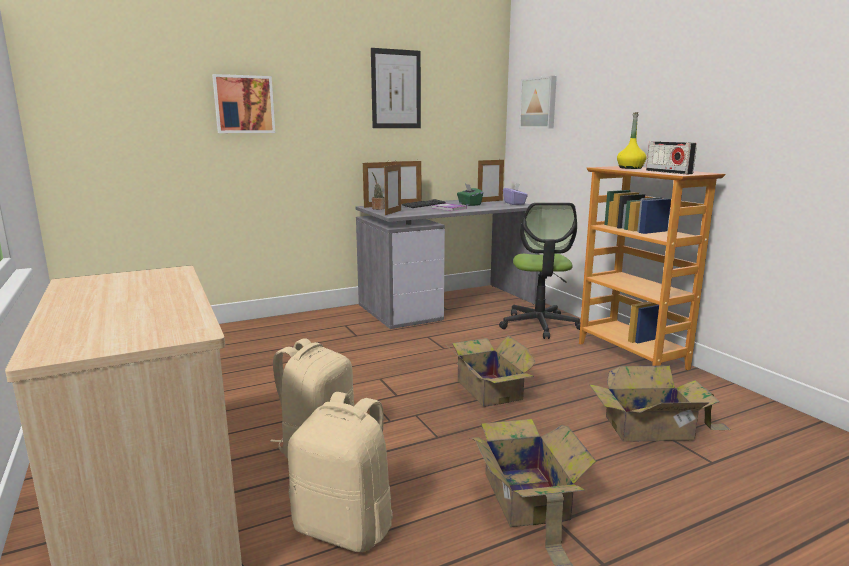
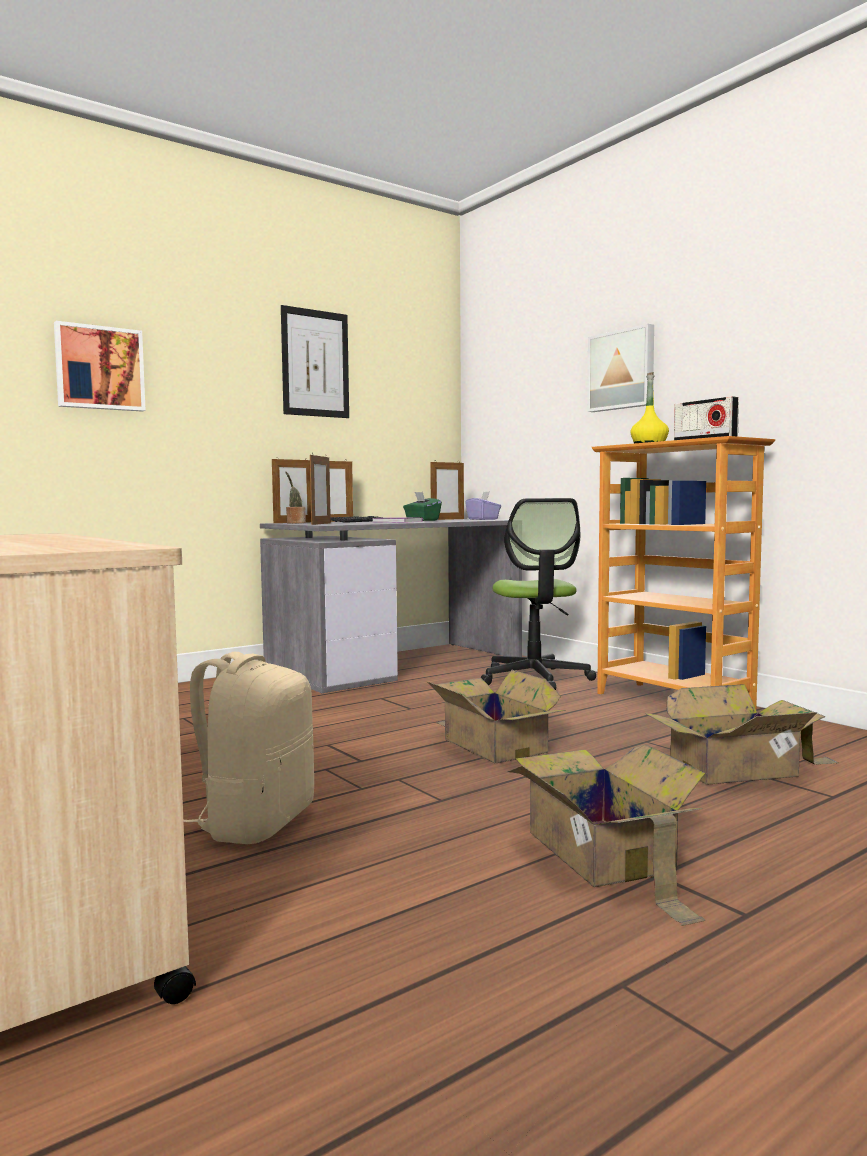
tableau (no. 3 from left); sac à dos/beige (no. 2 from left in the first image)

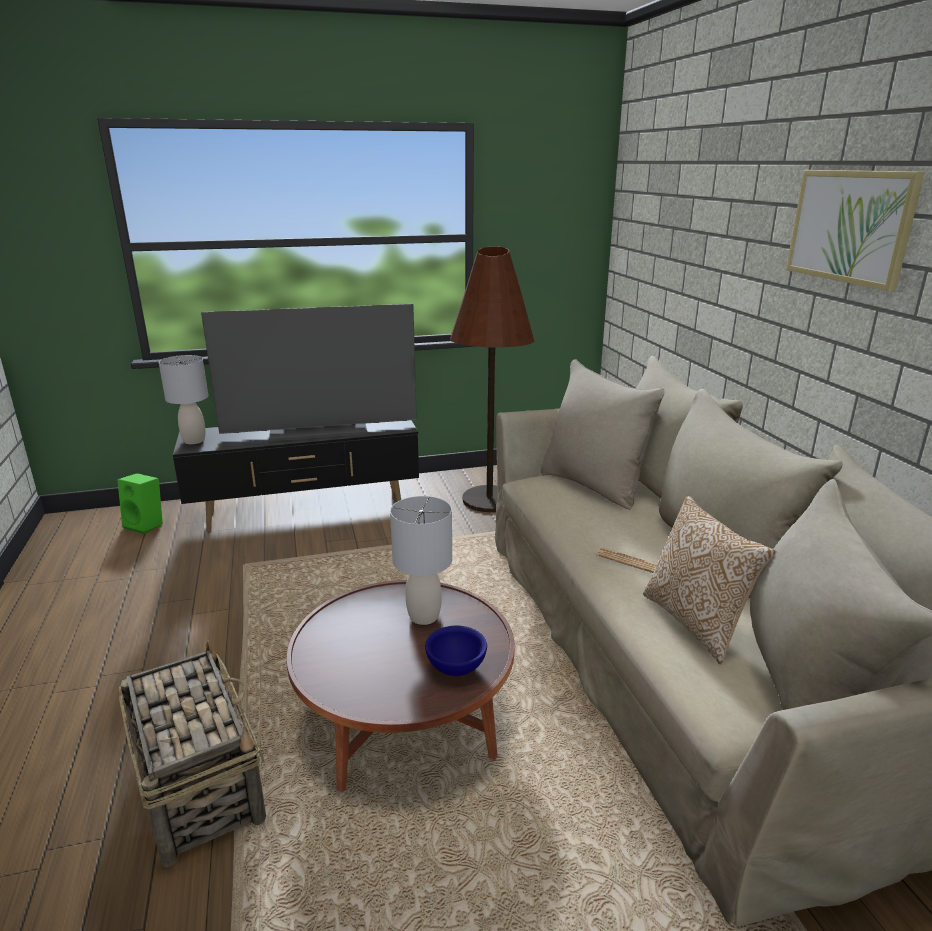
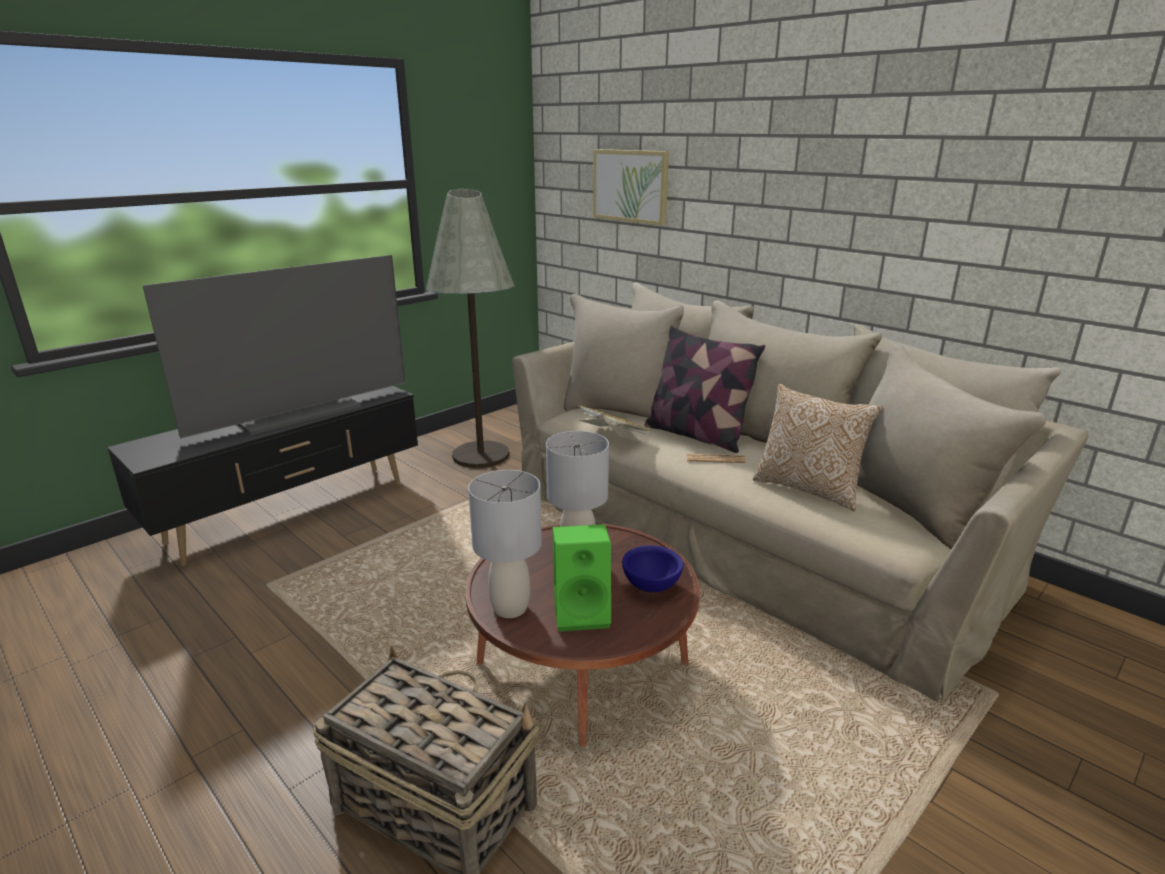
tableau; lampadaire/gris; lampe de table/gris (no. 1 from left); enceinte/vert; coussin (no. 1 from left); livre

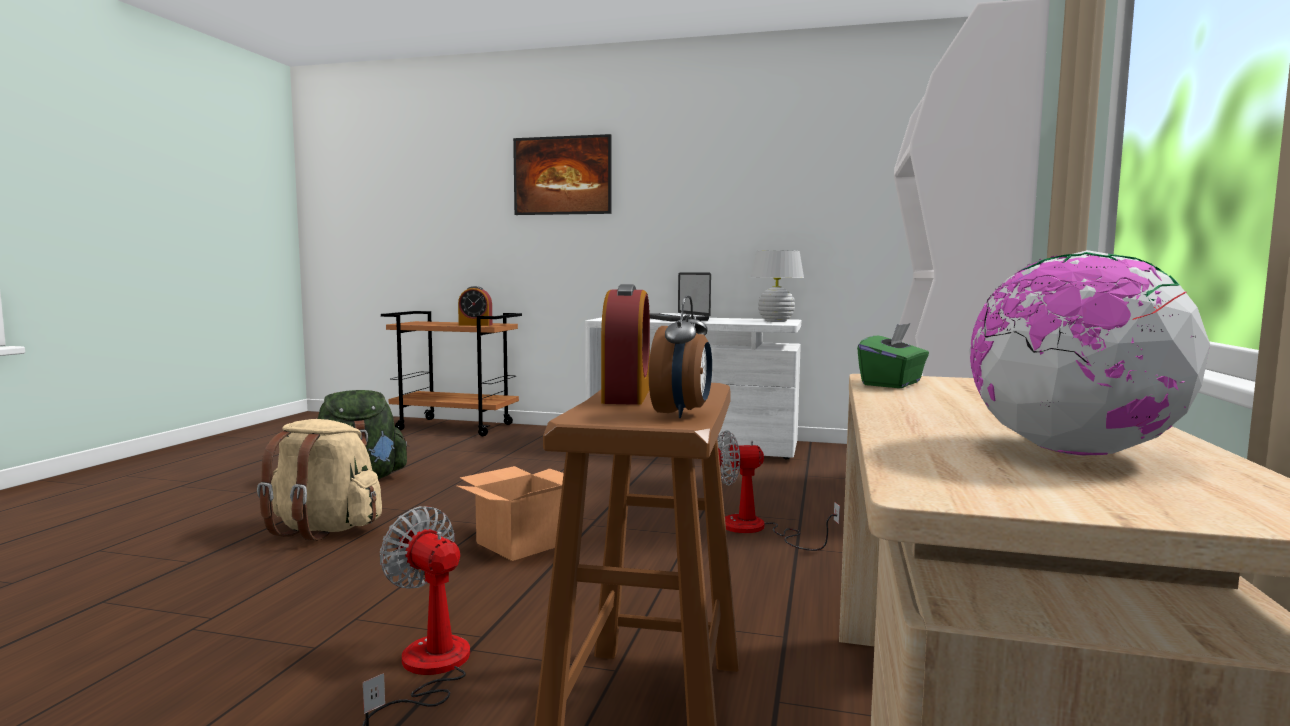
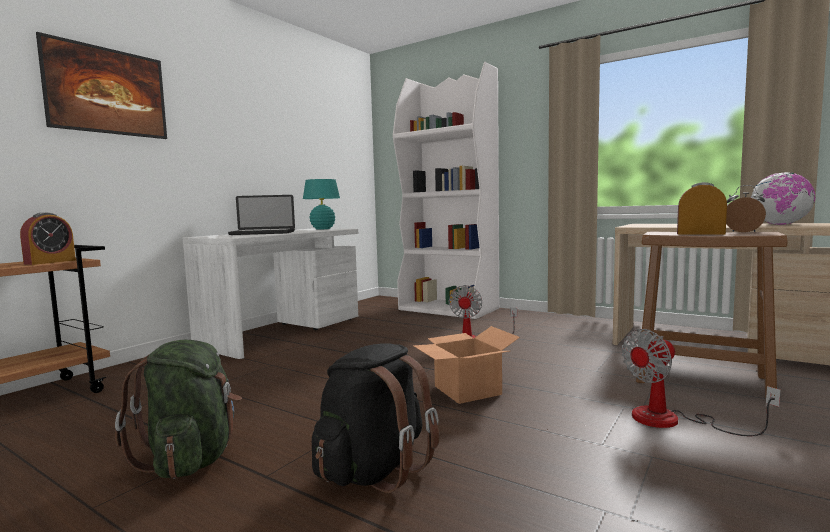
lampe de table/turquoise; boîte à mouchoirs/vert; sac à dos/noir

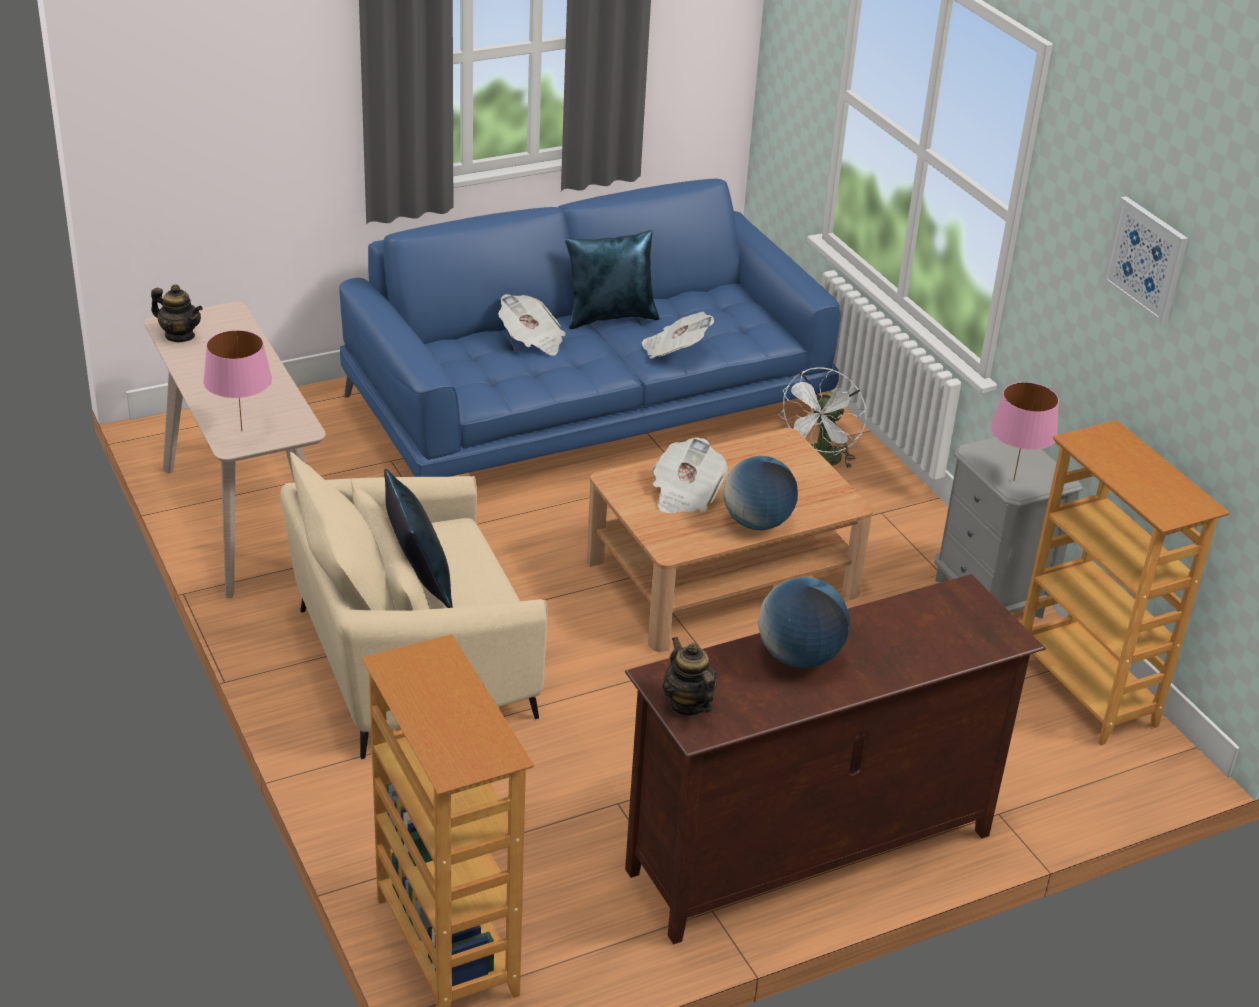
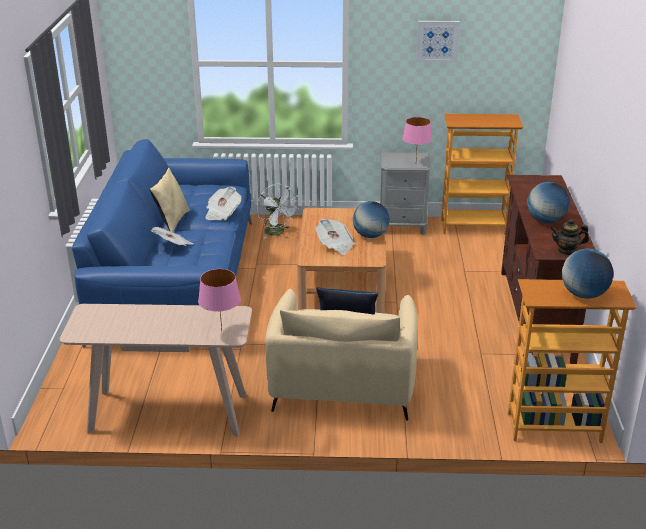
coussin/beige; théière (no. 1 from left in the first image); globe (no. 3 from left)

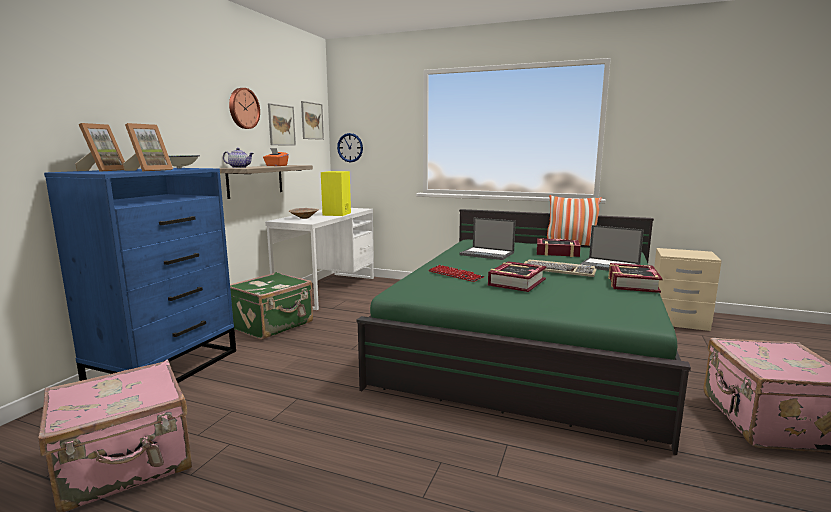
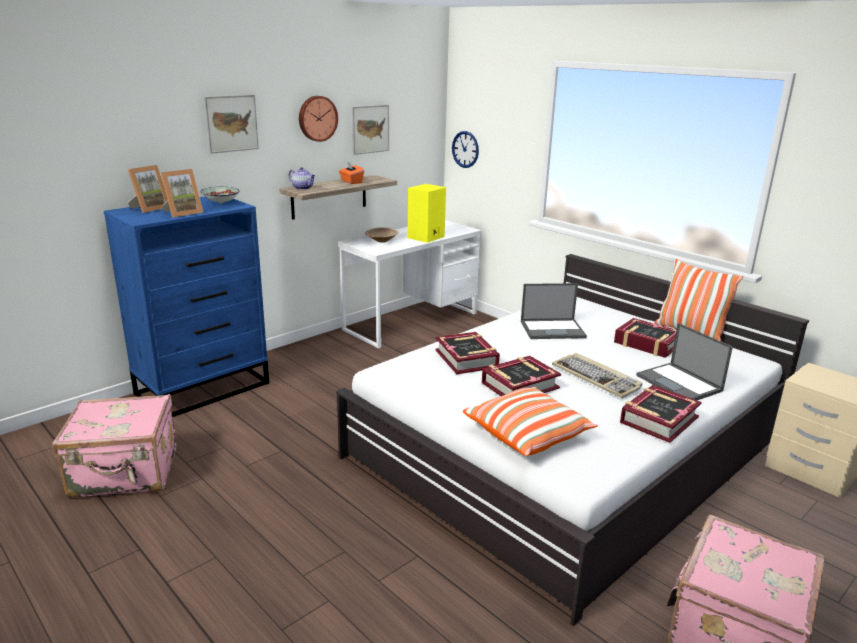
tableau (no. 1 from left); lit/blanc; ordinateur portable (no. 1 from left); livre (no. 1 from left); valise/vert; coussin (no. 1 from left)

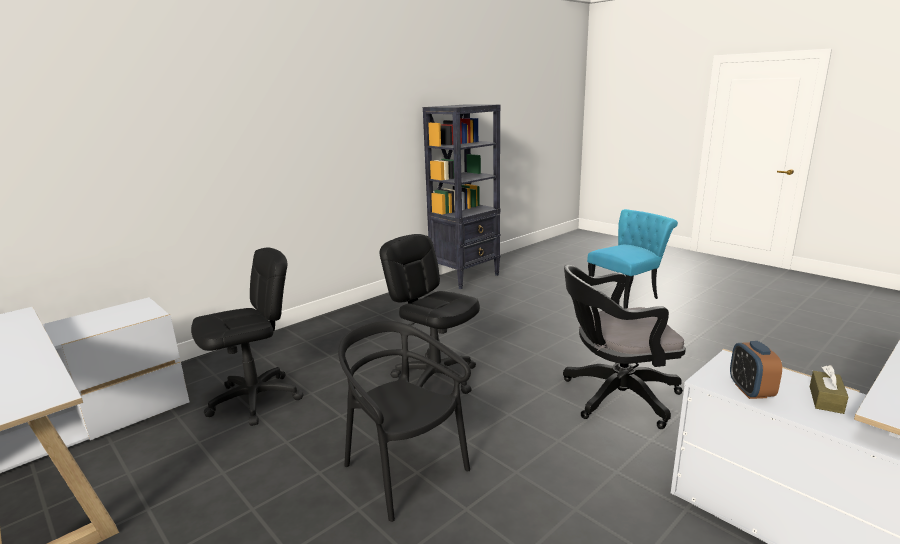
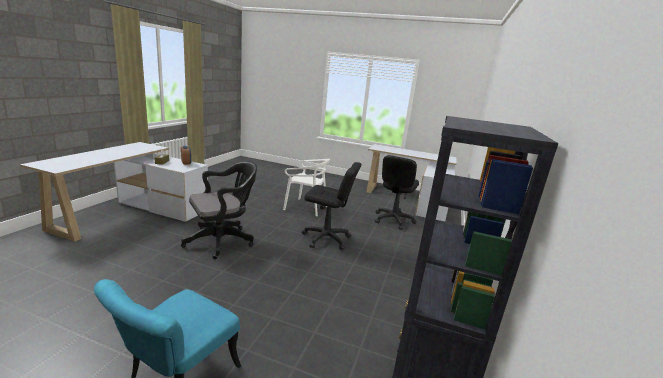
chaise/blanc

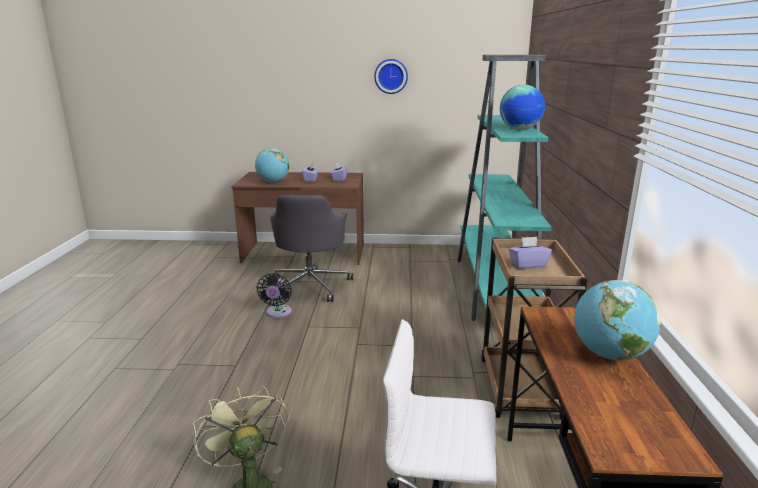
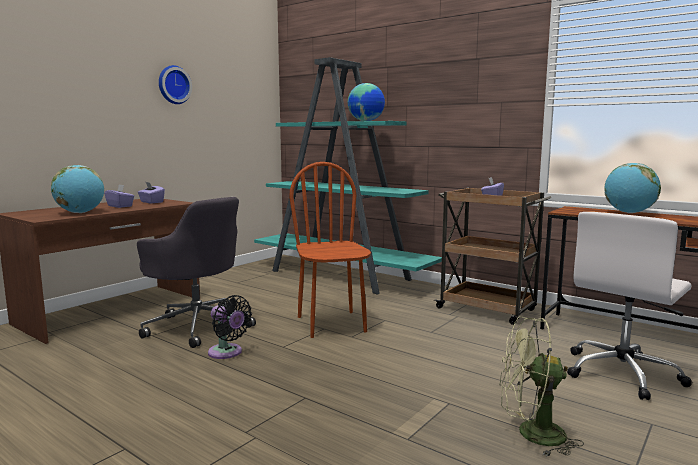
chaise/marron

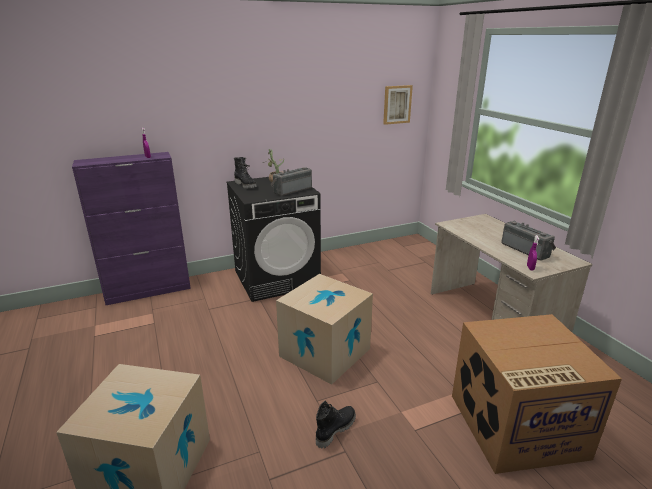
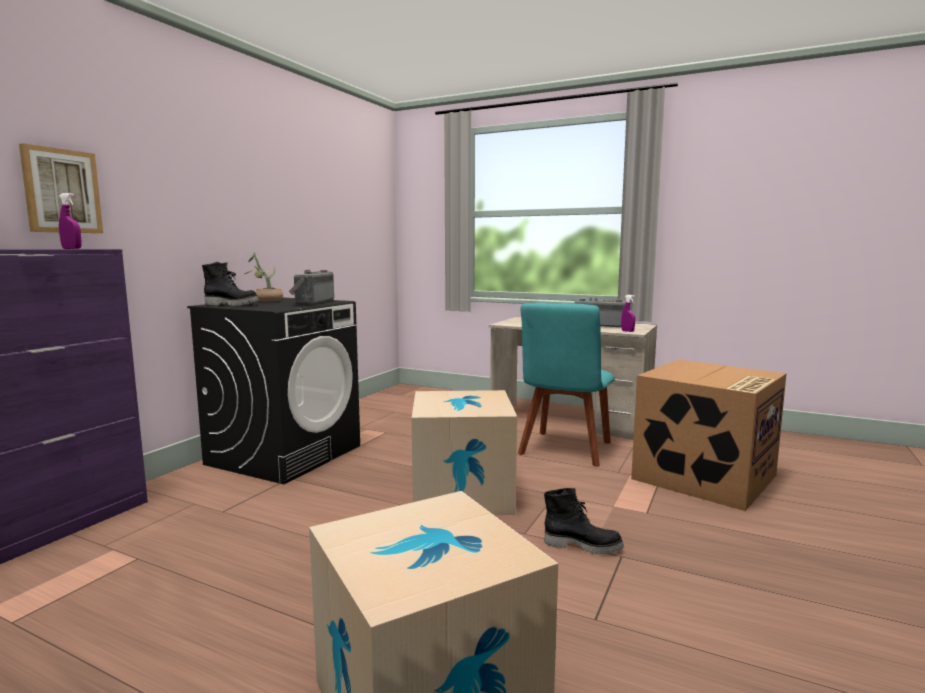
tableau; botte/noir (no. 2 from left); chaise/turquoise

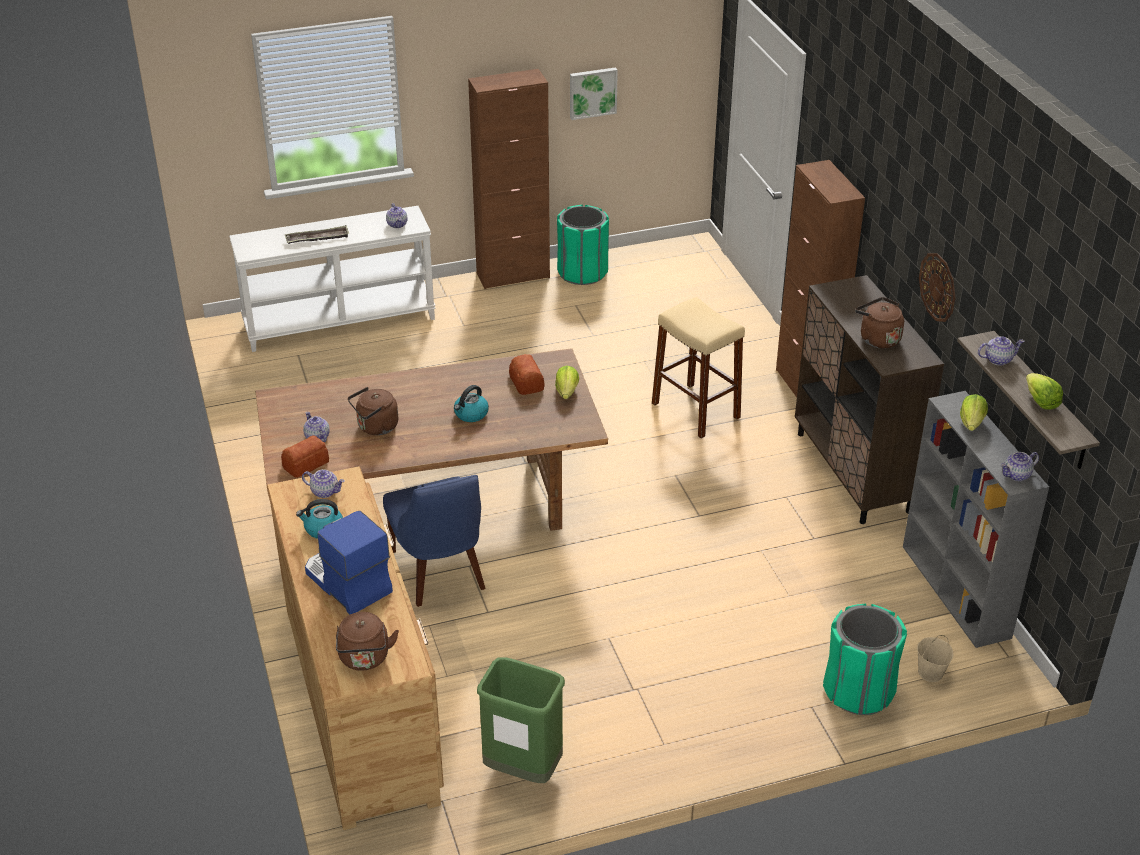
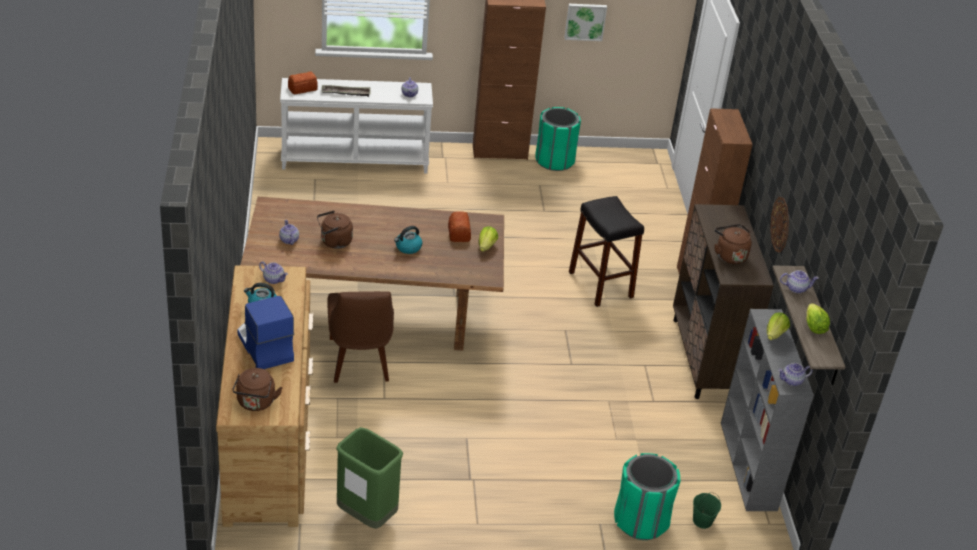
tabouret/noir; pain (no. 1 from left); chaise/marron; seau/vert

